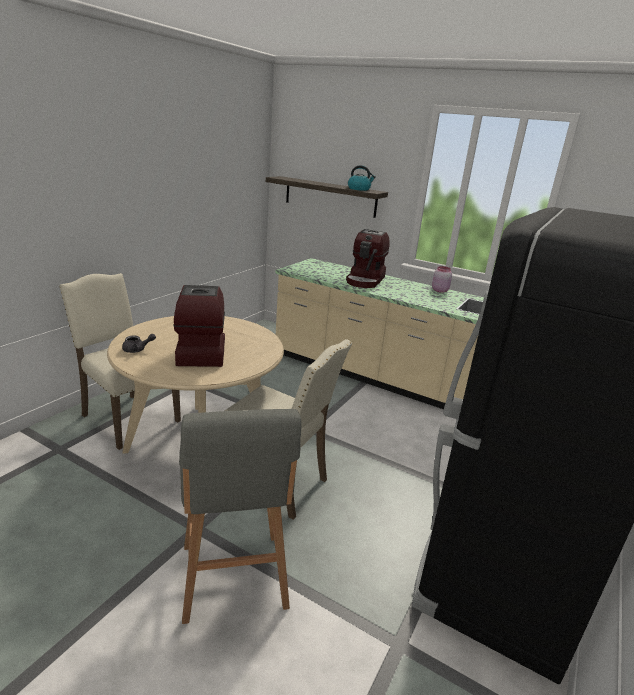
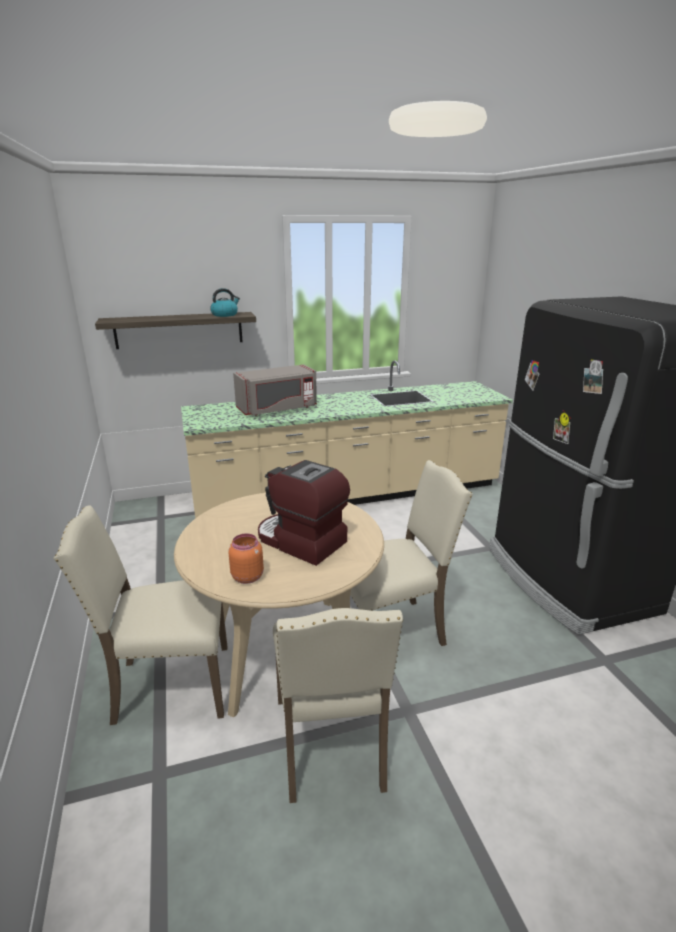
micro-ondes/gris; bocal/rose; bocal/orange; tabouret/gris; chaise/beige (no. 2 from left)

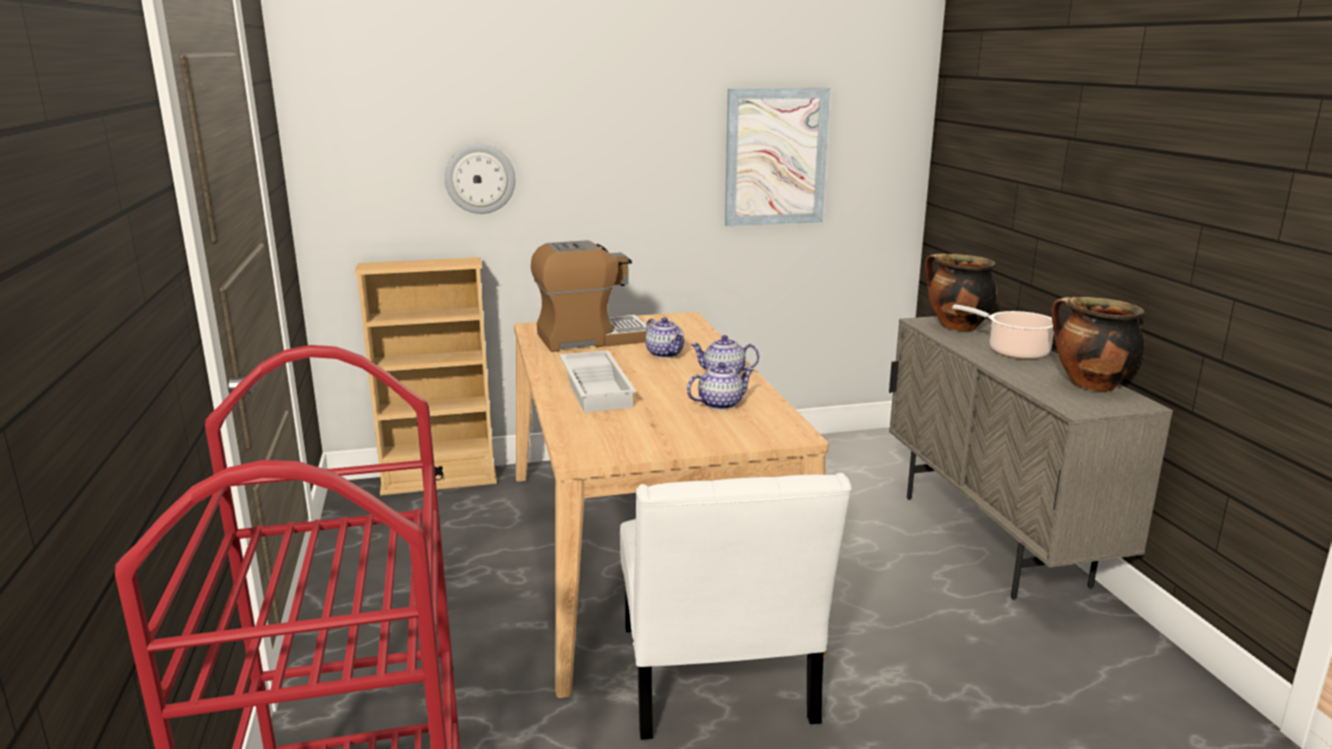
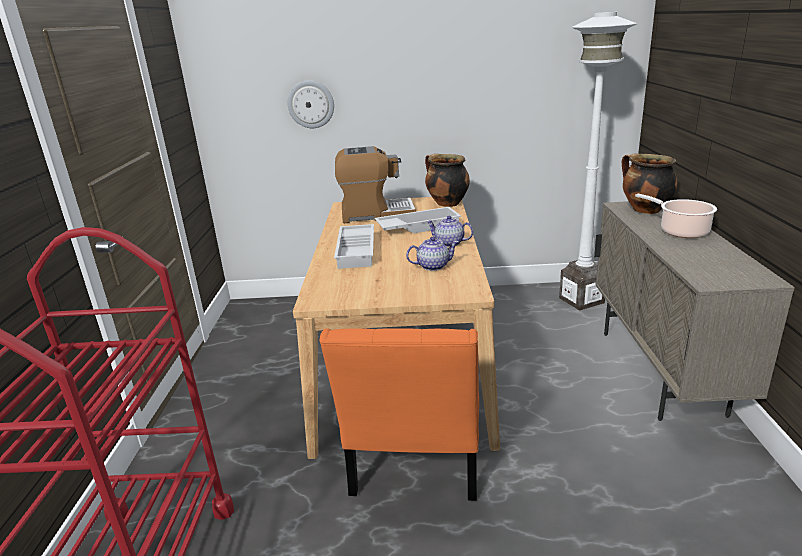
tableau; bibliothèque/beige; marmite (no. 1 from left); plateau/blanc (no. 2 from left); chaise/orange; lampadaire/blanc

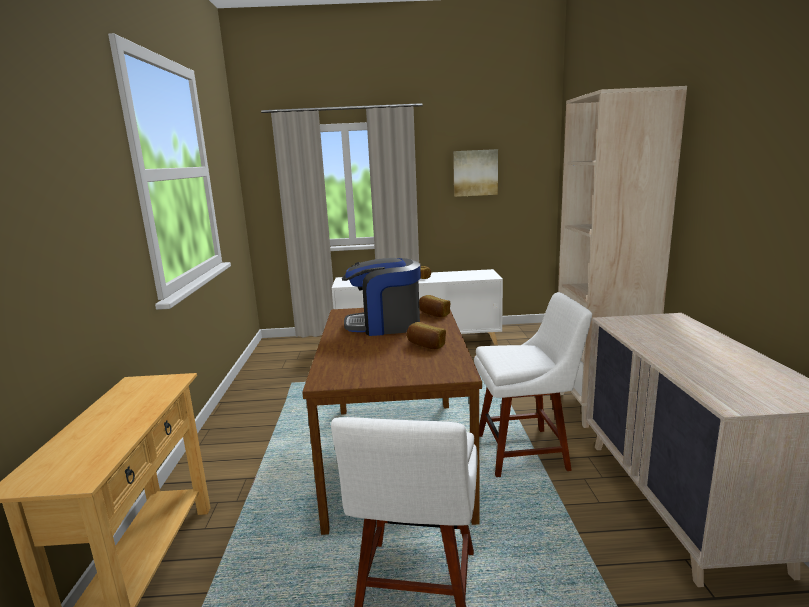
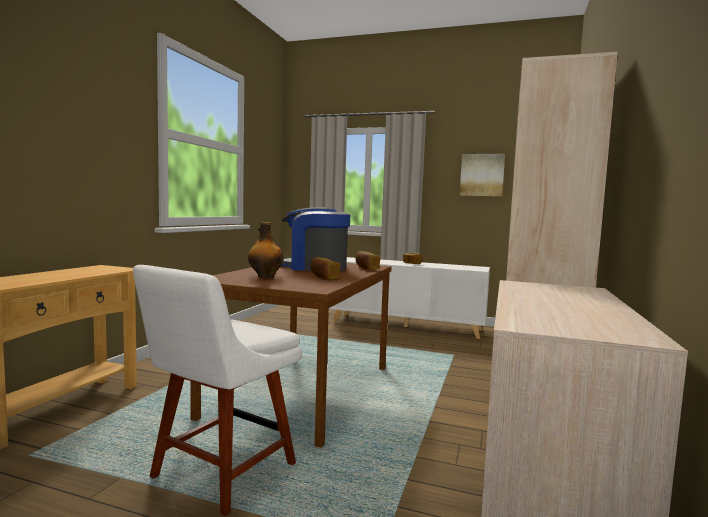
chaise/blanc (no. 2 from left in the first image); bouteille

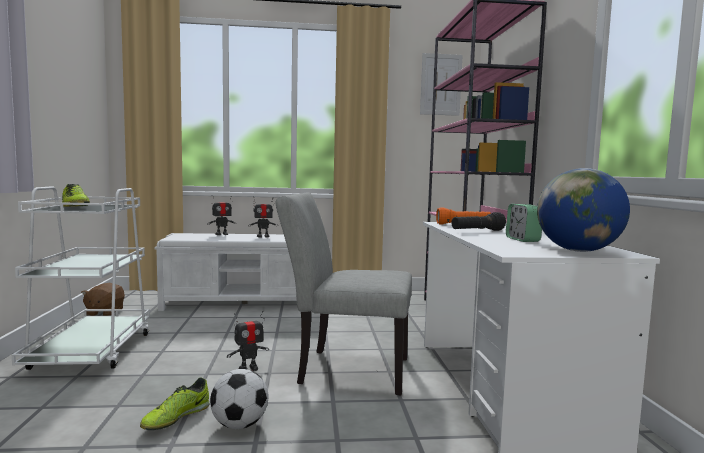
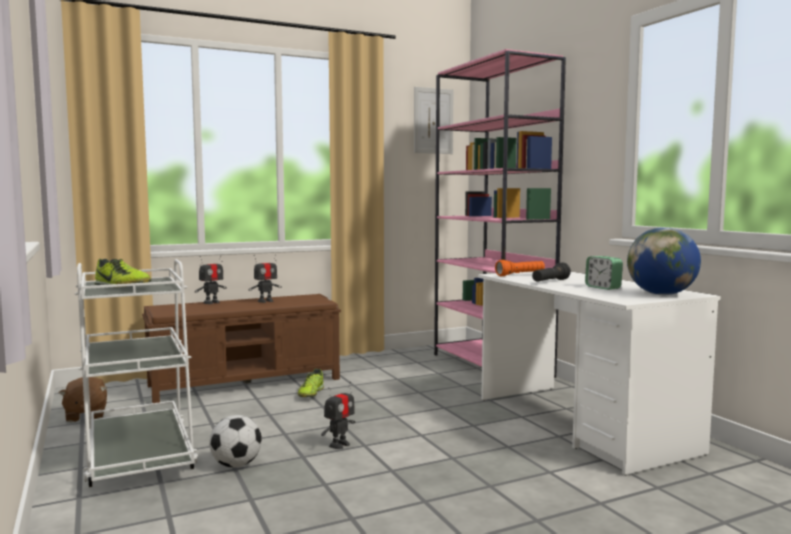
chaise/gris; banc/marron; ballon de foot; chaussure (no. 2 from left)

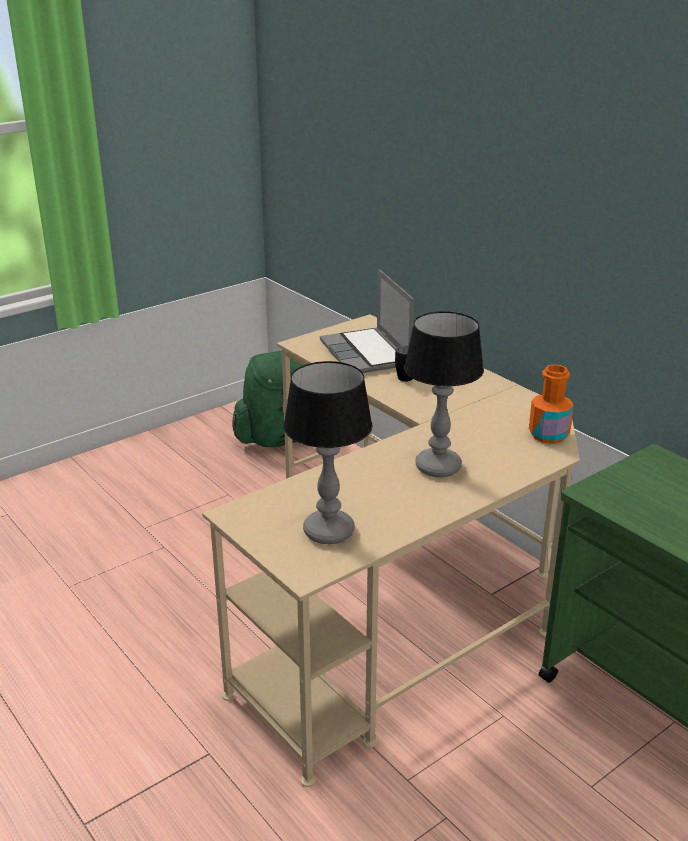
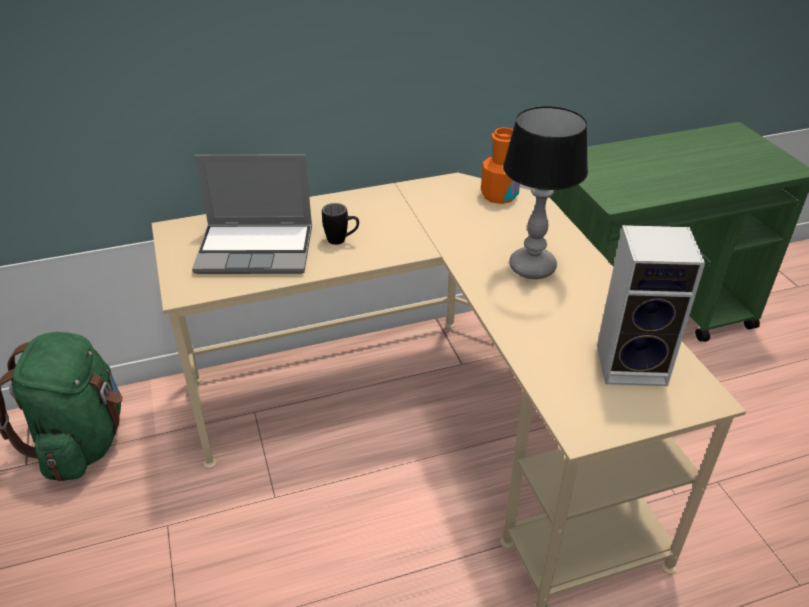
enceinte

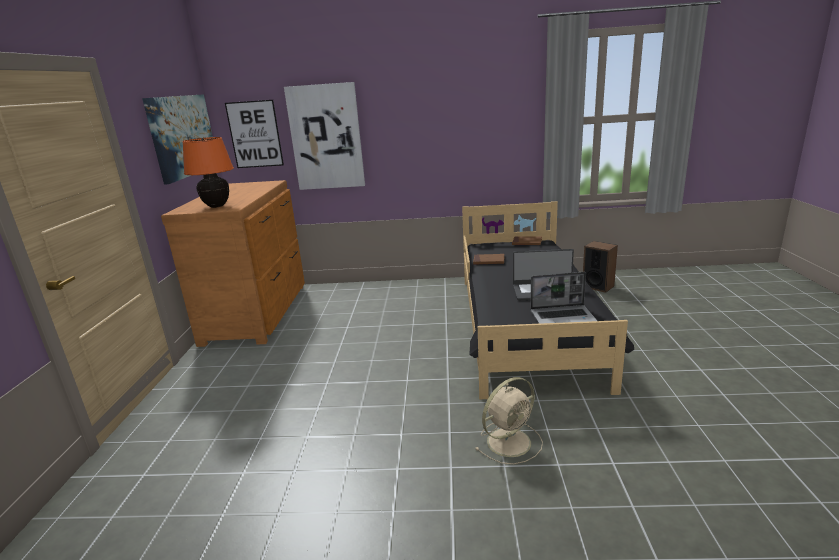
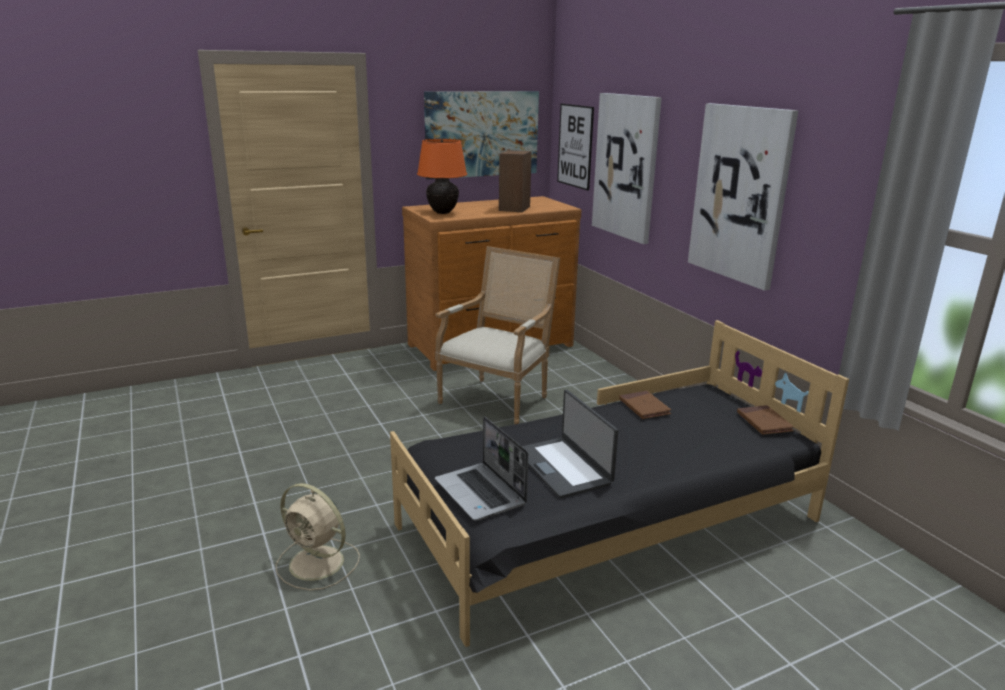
enceinte; tableau (no. 4 from left); fauteuil

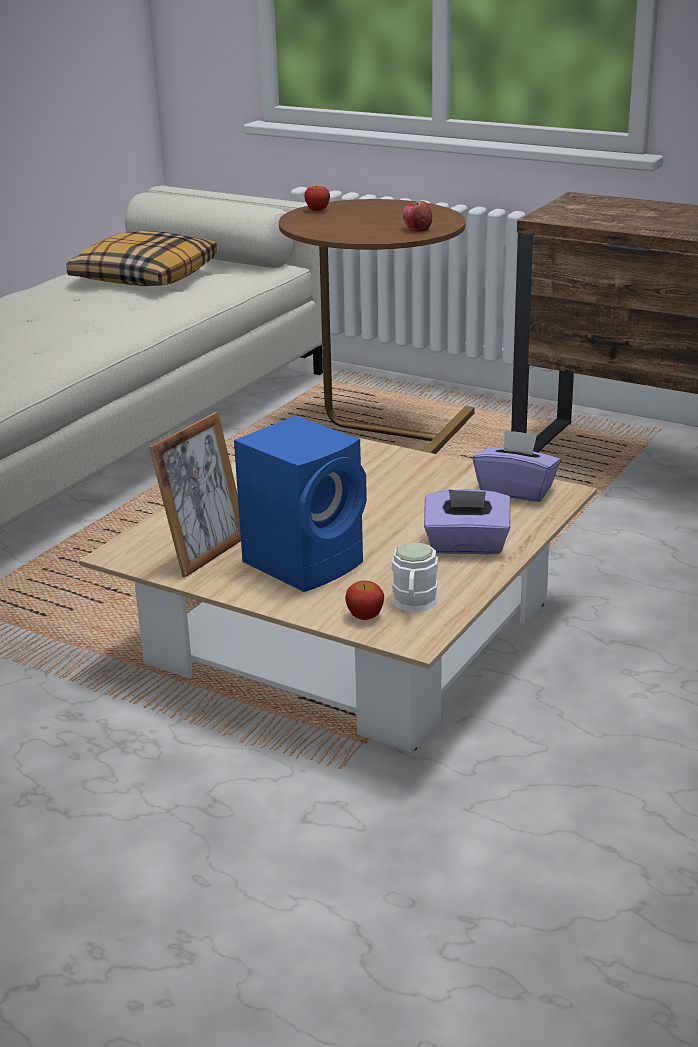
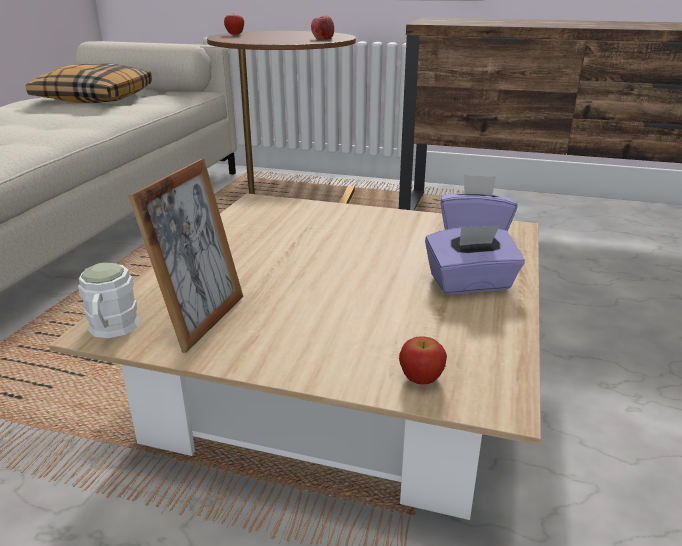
enceinte/bleu; mug/blanc

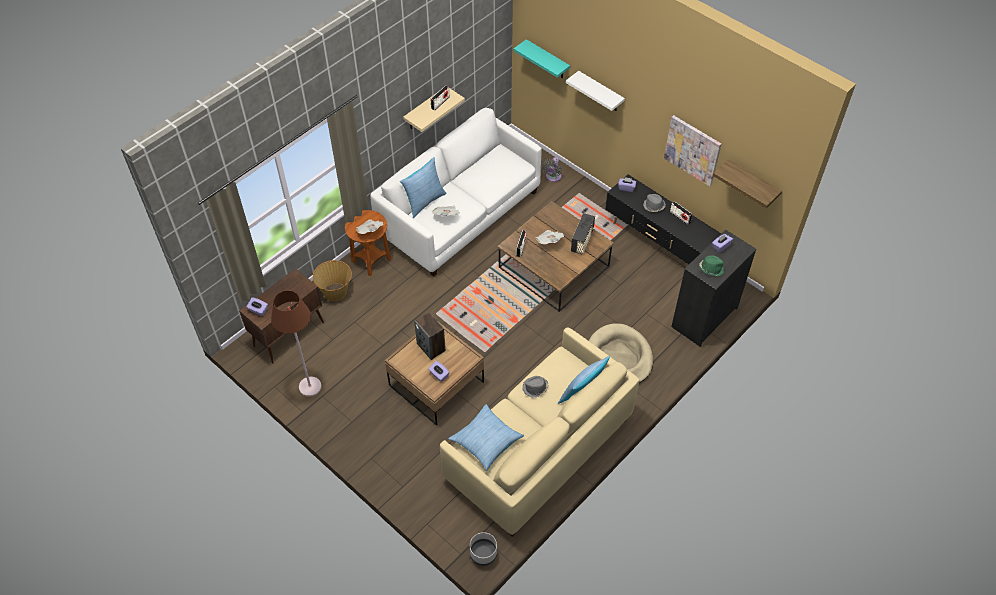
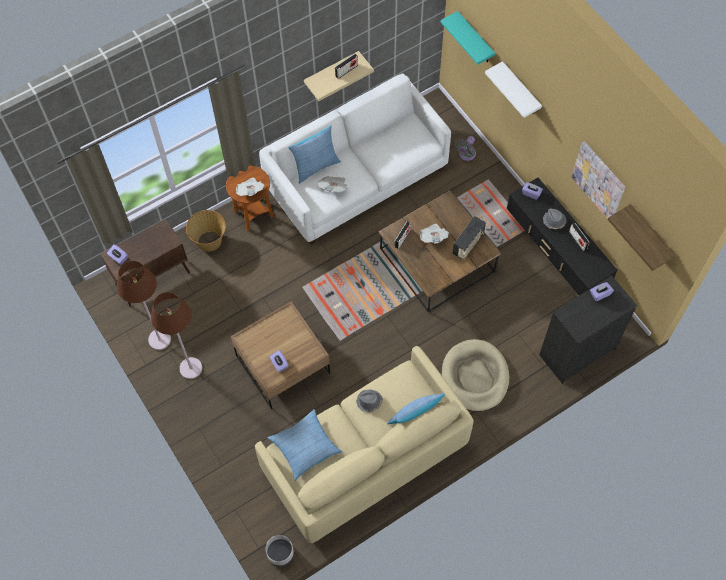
chapeau/vert; enceinte; lampadaire/marron (no. 2 from left)

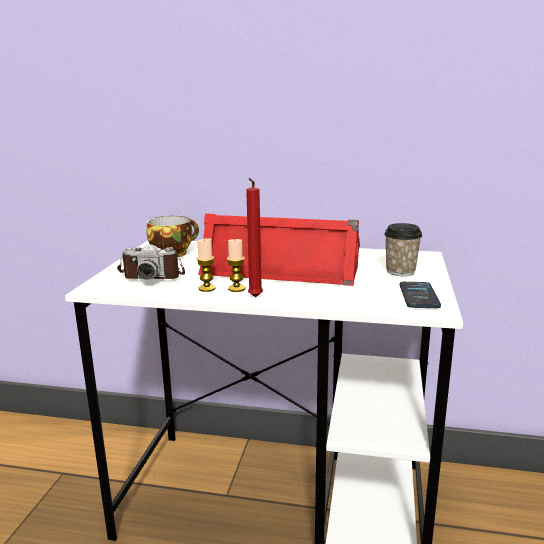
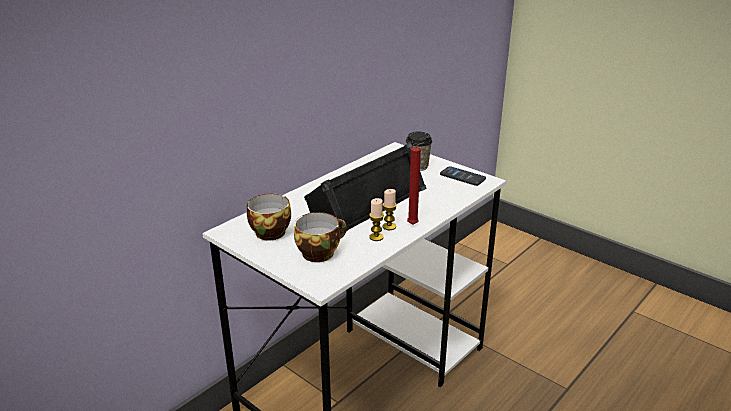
enceinte/noir; tasse (no. 2 from left)

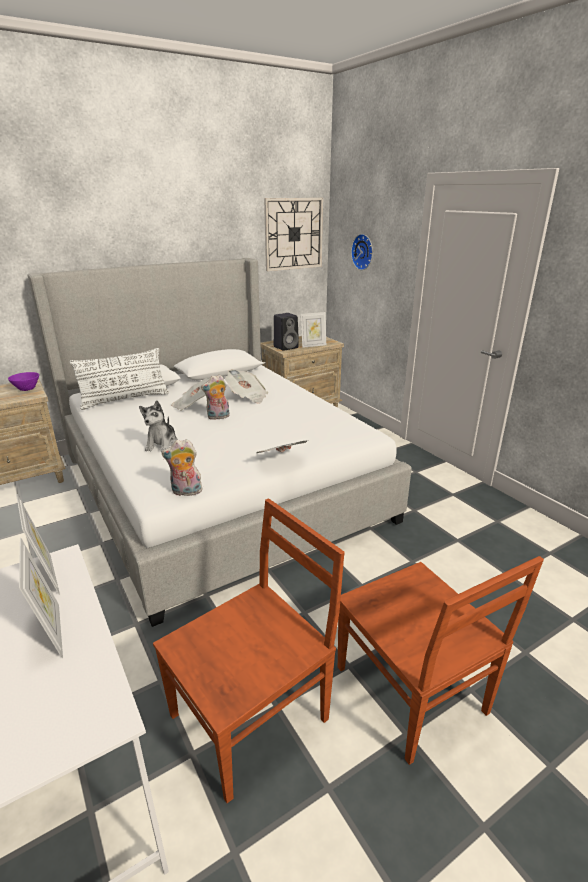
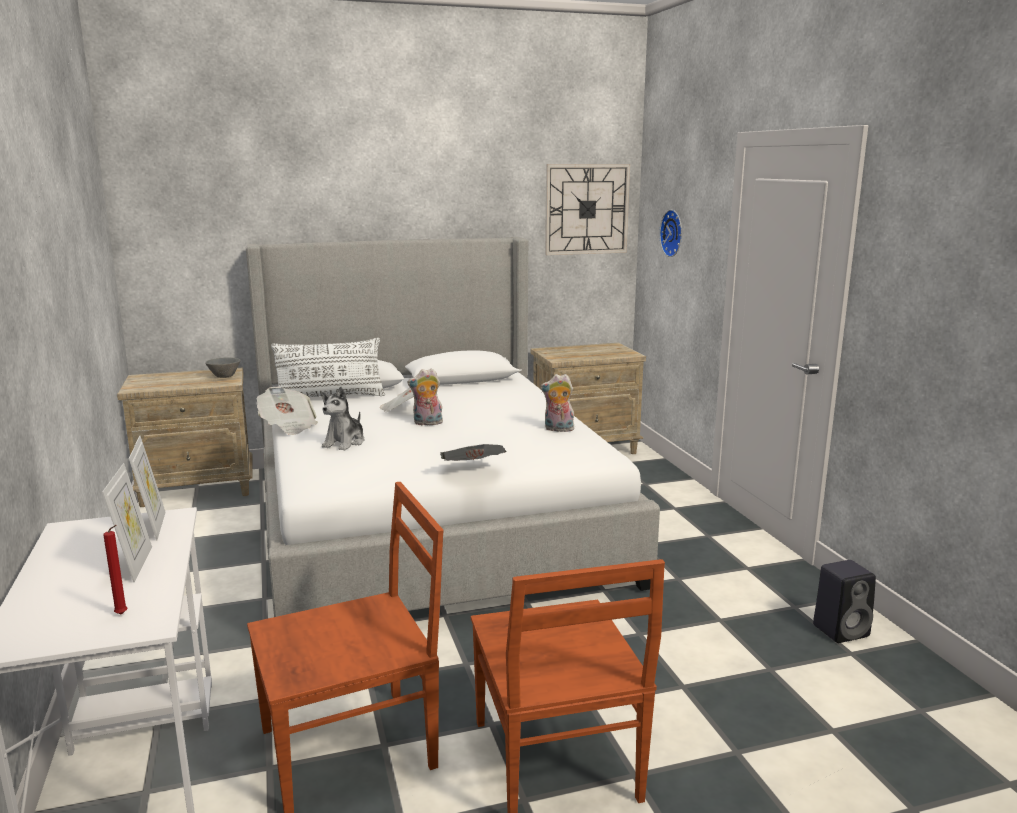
cadre photo (no. 3 from left in the first image); enceinte/noir; journal (no. 1 from left); bol/gris; peluche (no. 3 from left); bougie/rouge

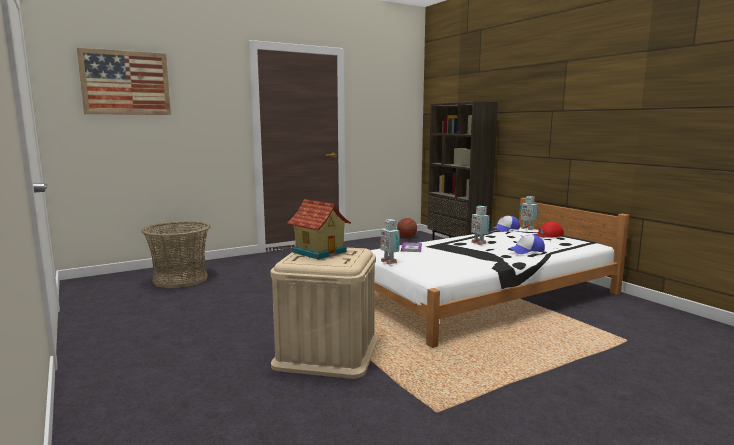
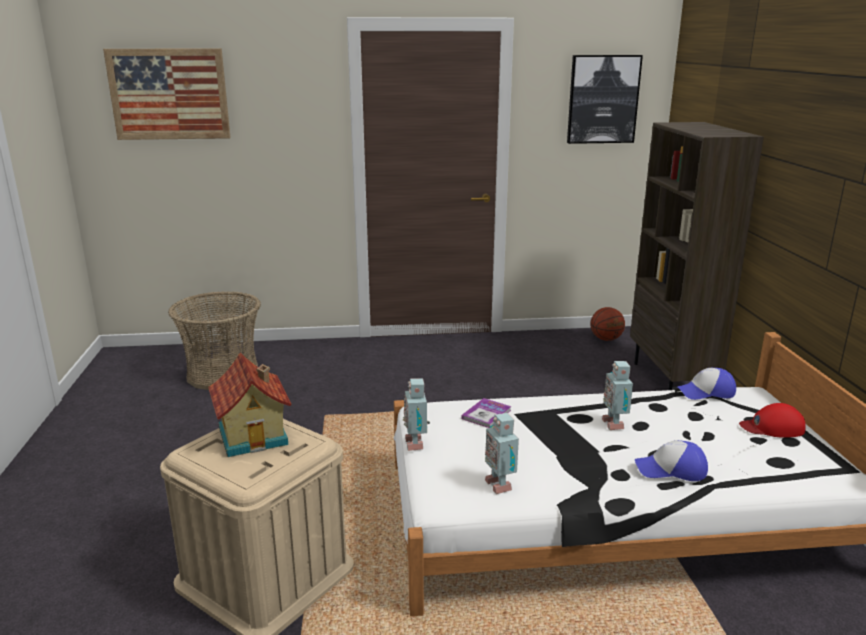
robot jouet (no. 2 from left); tableau (no. 2 from left)

